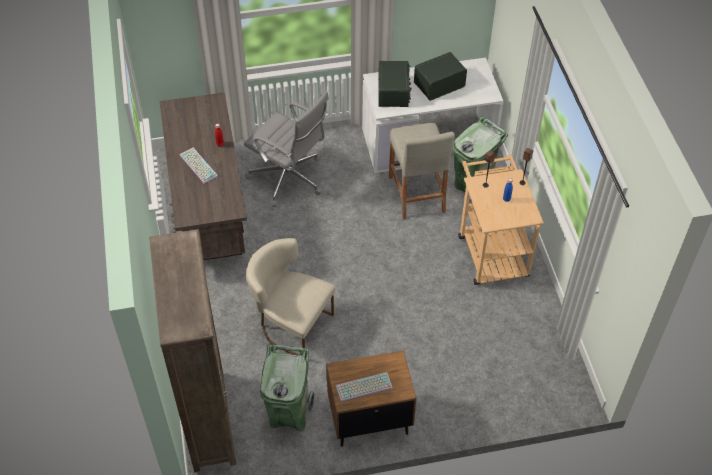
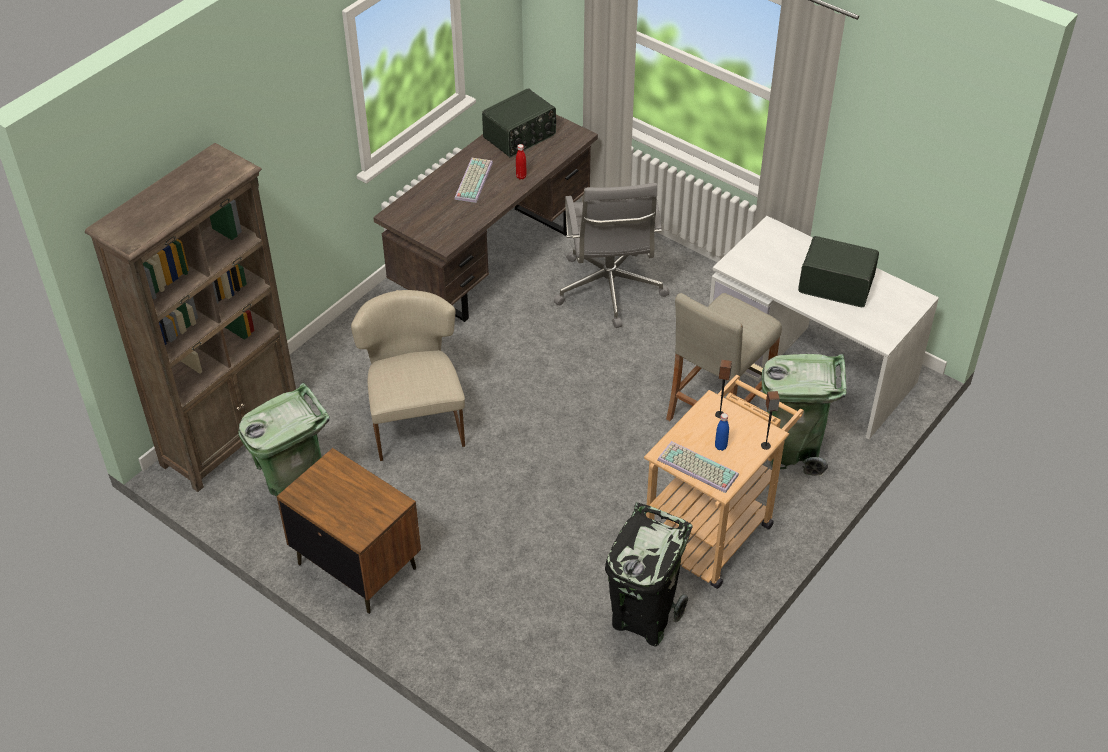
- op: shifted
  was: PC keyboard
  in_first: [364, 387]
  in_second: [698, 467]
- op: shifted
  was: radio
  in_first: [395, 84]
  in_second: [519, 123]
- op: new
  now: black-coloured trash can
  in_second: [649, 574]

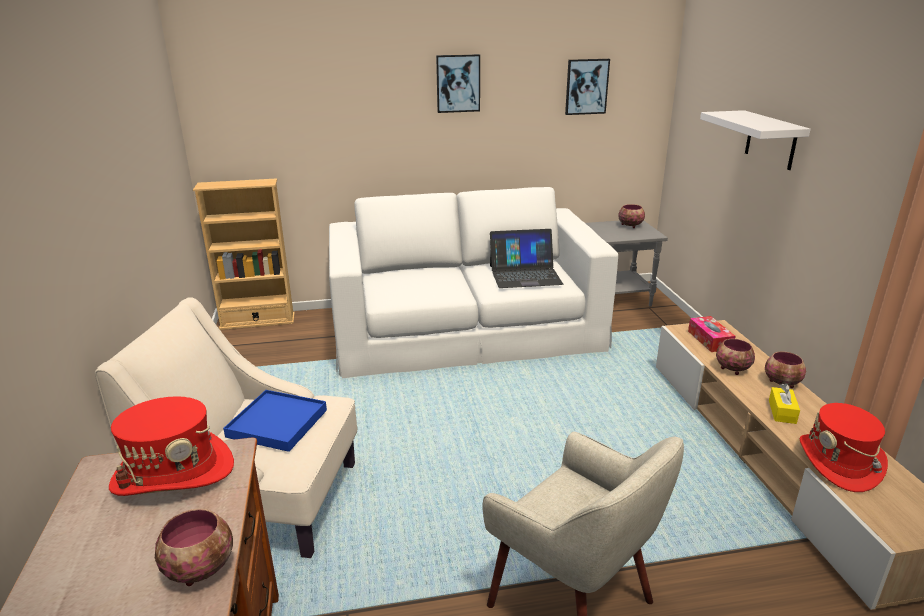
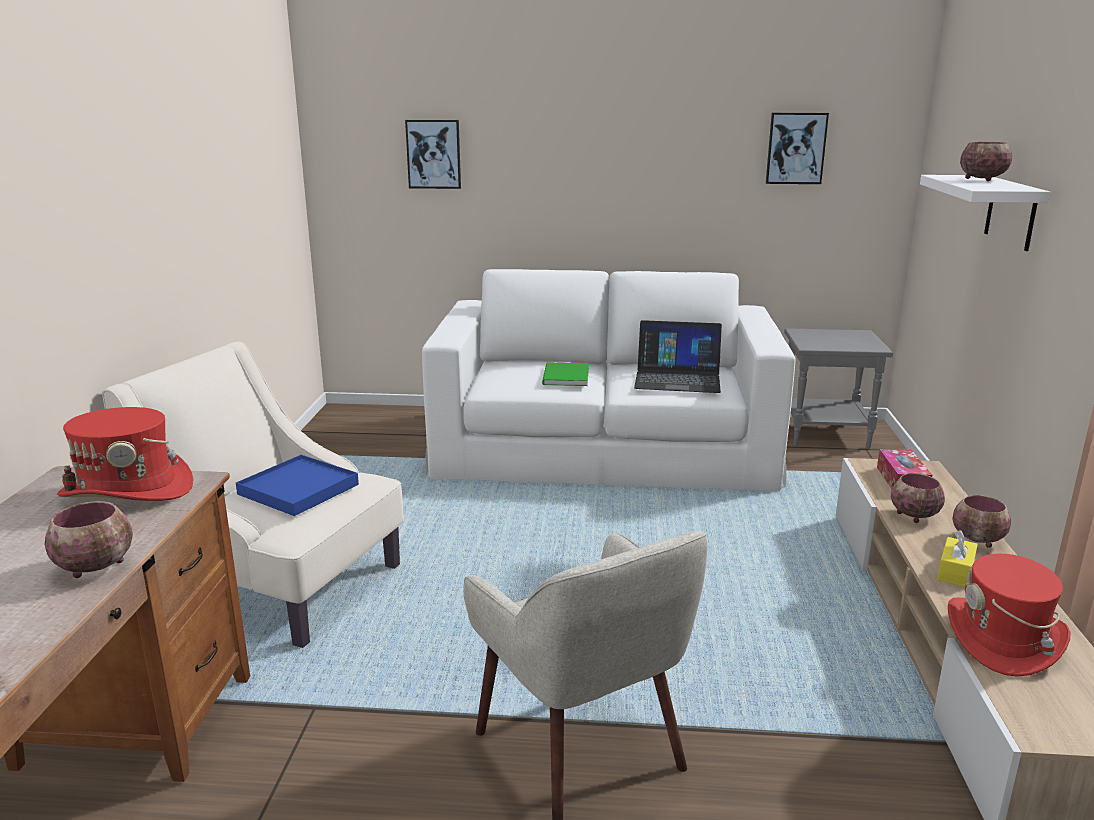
- op: gone
  was: beige bookshelf
  in_first: [244, 254]
- op: shifted
  was: wall picture
  in_first: [458, 83]
  in_second: [433, 154]
- op: shifted
  was: serving bowl
  in_first: [631, 216]
  in_second: [986, 161]
- op: new
  now: green-coloured book
  in_second: [565, 374]

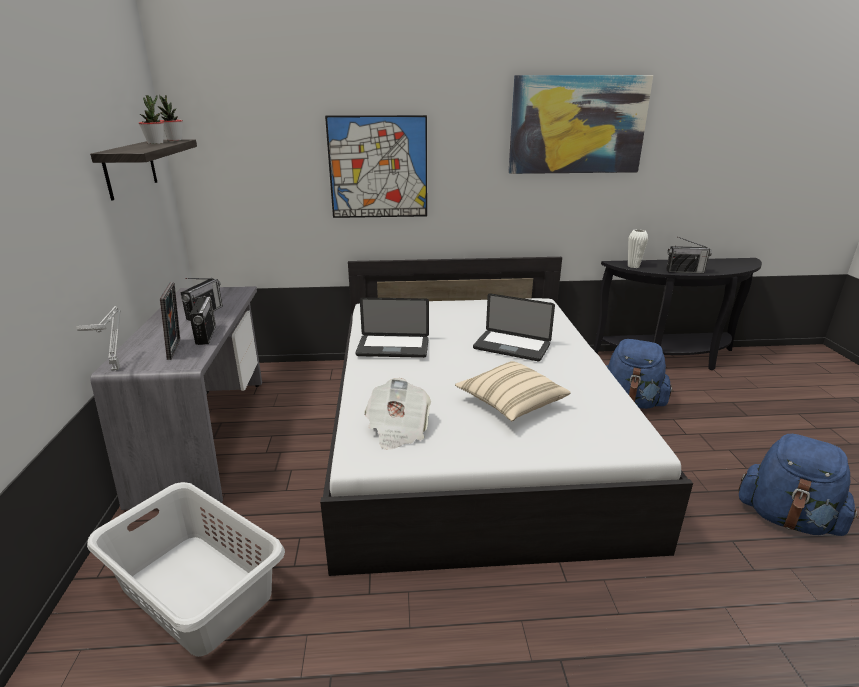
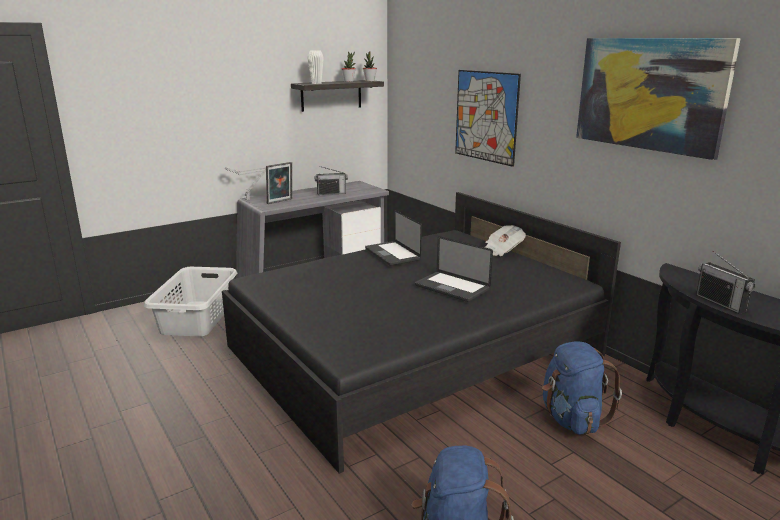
- op: gone
  was: radio
  in_first: [202, 320]
- op: repainted
  was: white-coloured bed
  now: black-coloured bed
  in_first: [506, 416]
  in_second: [421, 333]
- op: shifted
  was: printed paper
  in_first: [397, 414]
  in_second: [505, 240]
- op: gone
  was: beige cushion
  in_first: [513, 391]
- op: rotated
  was: laptop
  in_first: [514, 327]
  in_second: [454, 269]
  clockwise: -45
- op: shifted
  was: white-coloured vase
  in_first: [638, 248]
  in_second: [316, 67]

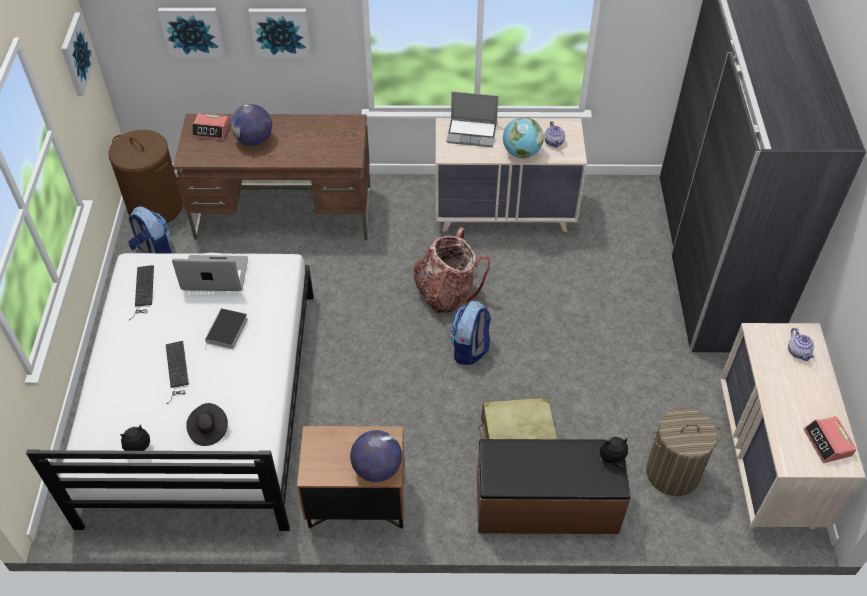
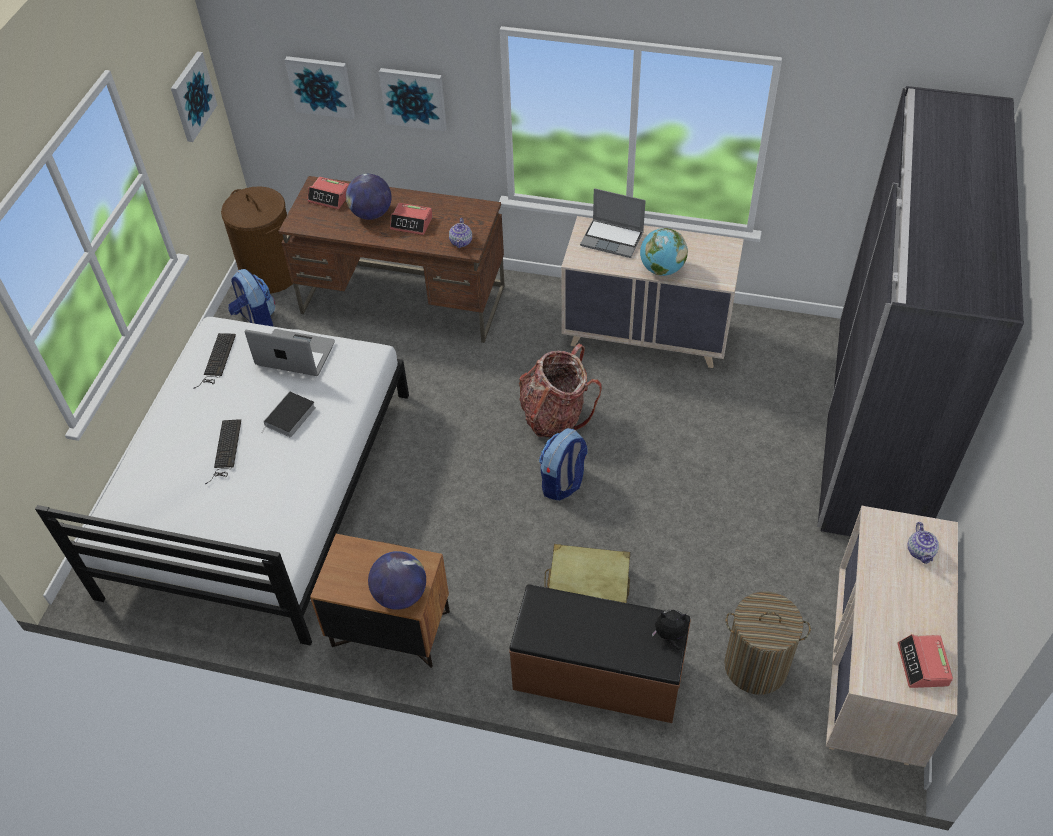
- op: gone
  was: plush toy
  in_first: [135, 437]
- op: gone
  was: black-coloured wearable hat
  in_first: [207, 424]
- op: shifted
  was: tea pot
  in_first: [554, 134]
  in_second: [460, 233]
- op: new
  now: table clock
  in_second: [411, 219]

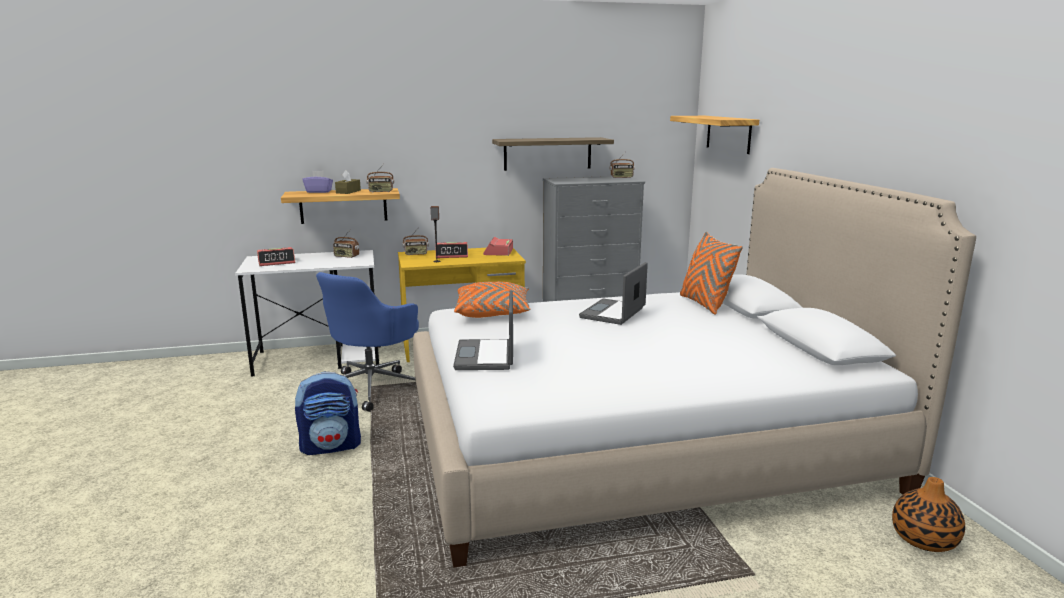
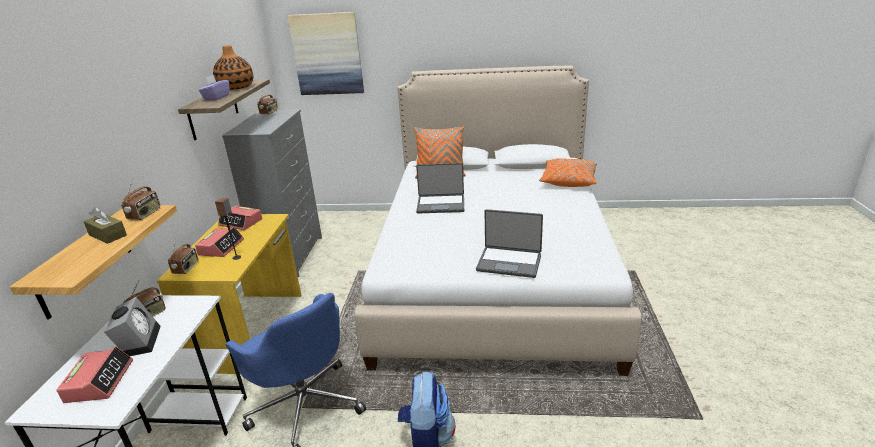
- op: shifted
  was: purple-coloured tissue holder
  in_first: [318, 182]
  in_second: [214, 88]
- op: shifted
  was: orange-coloured cushion
  in_first: [492, 300]
  in_second: [568, 172]
- op: rotated
  was: laptop
  in_first: [613, 293]
  in_second: [440, 188]
  clockwise: -45
- op: swapped
  was: wall shelf
  now: wall picture
  in_first: [714, 135]
  in_second: [326, 53]
- op: shifted
  was: vase
  in_first: [928, 514]
  in_second: [233, 67]
- op: new
  now: table clock
  in_second: [132, 326]

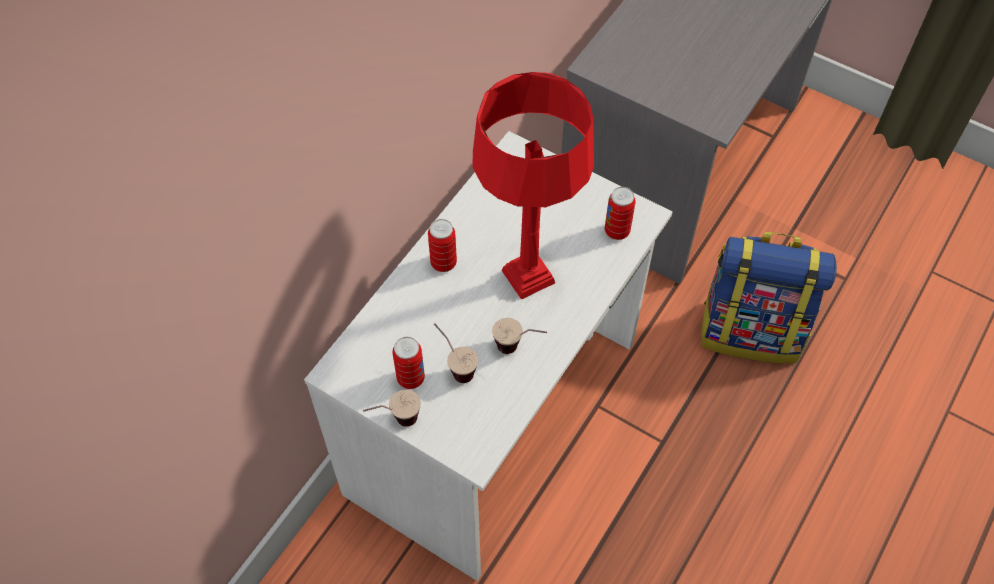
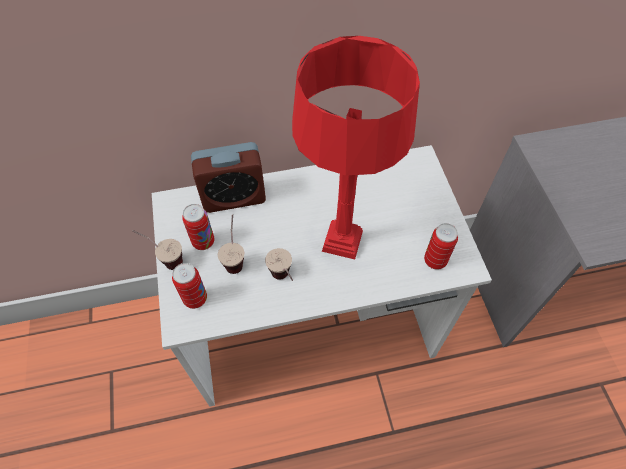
- op: shifted
  was: can
  in_first: [442, 245]
  in_second: [189, 286]
- op: gone
  was: rucksack
  in_first: [769, 298]
- op: new
  now: table clock
  in_second: [228, 177]

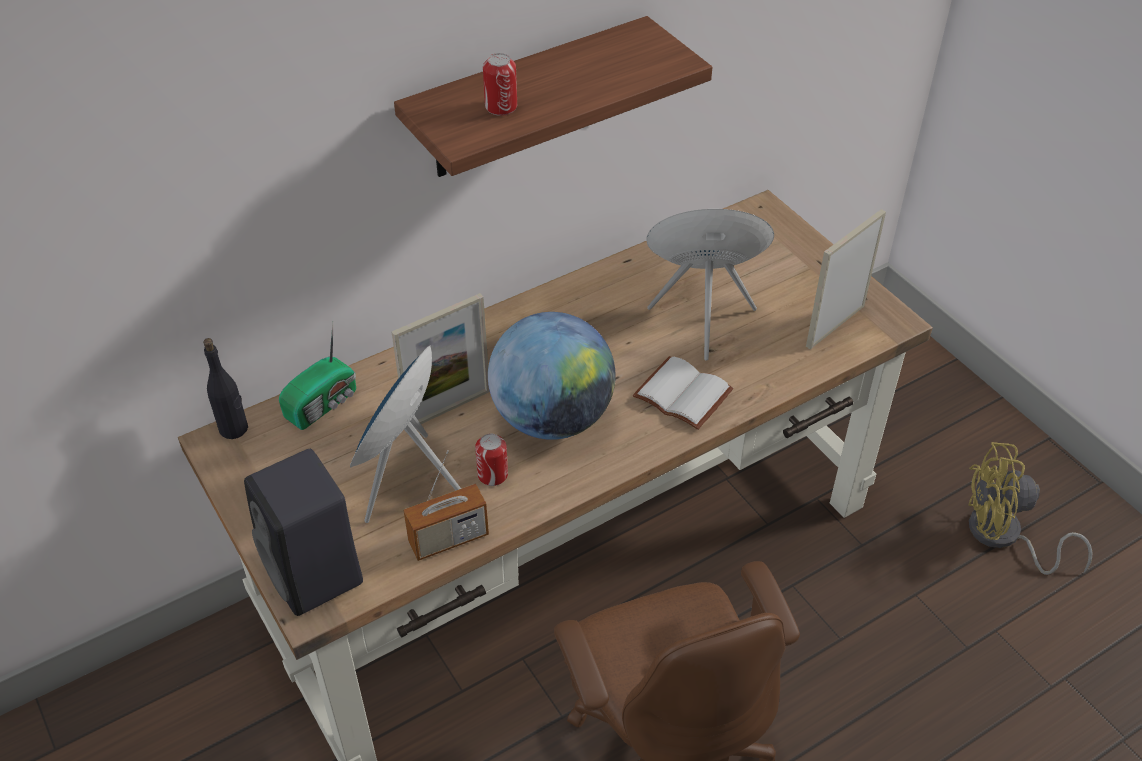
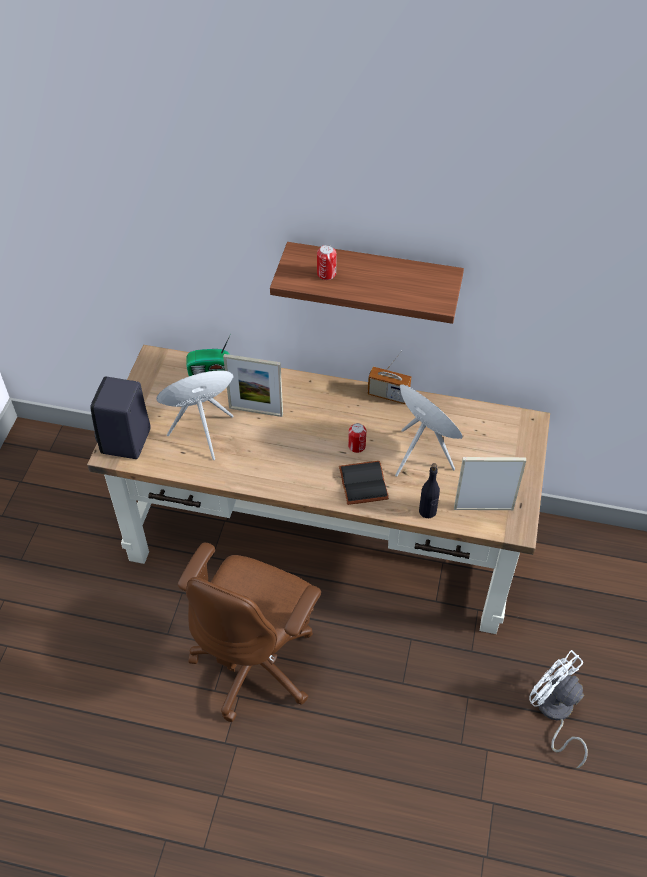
- op: shifted
  was: black-coloured bottle
  in_first: [225, 388]
  in_second: [429, 490]
- op: shifted
  was: radio
  in_first: [446, 505]
  in_second: [389, 377]
- op: shifted
  was: can
  in_first: [491, 459]
  in_second: [357, 438]
- op: gone
  was: globe
  in_first: [552, 376]
- op: repainted
  was: white-coloured book
  now: black-coloured book
  in_first: [683, 393]
  in_second: [364, 483]
- op: repainted
  was: yellowish electric fan
  now: white-coloured electric fan
  in_first: [1030, 508]
  in_second: [559, 709]

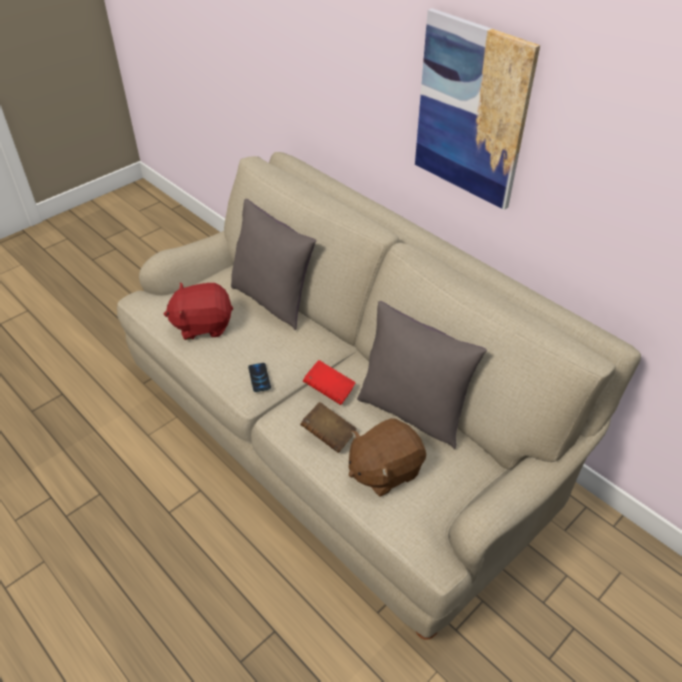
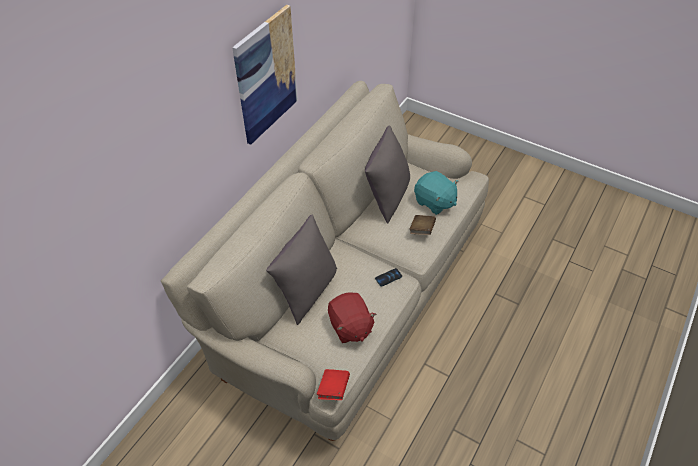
- op: shifted
  was: reddish book
  in_first: [329, 382]
  in_second: [333, 384]
- op: repainted
  was: brown plush toy
  now: turquoise plush toy
  in_first: [387, 457]
  in_second: [436, 193]

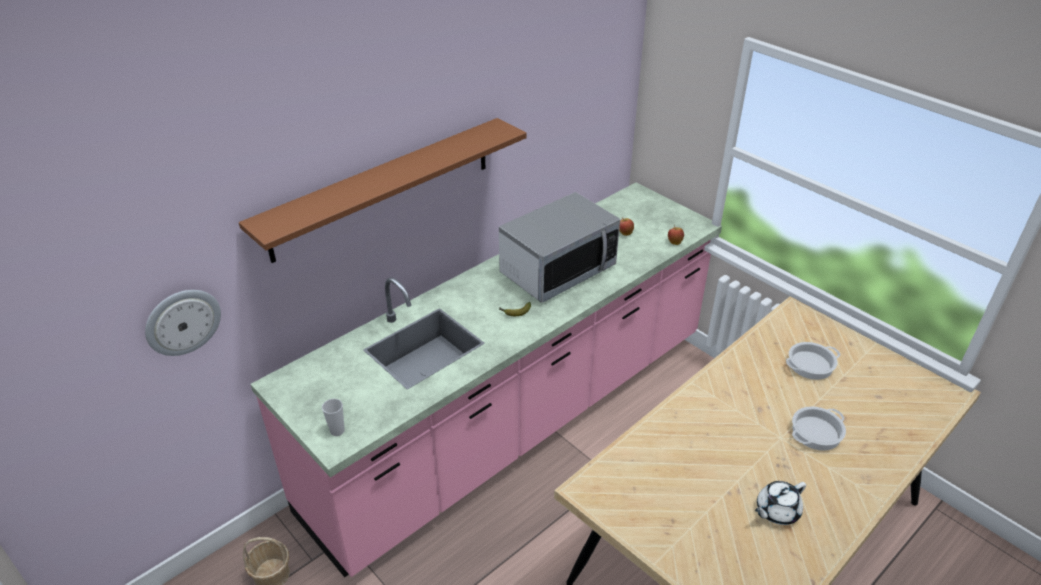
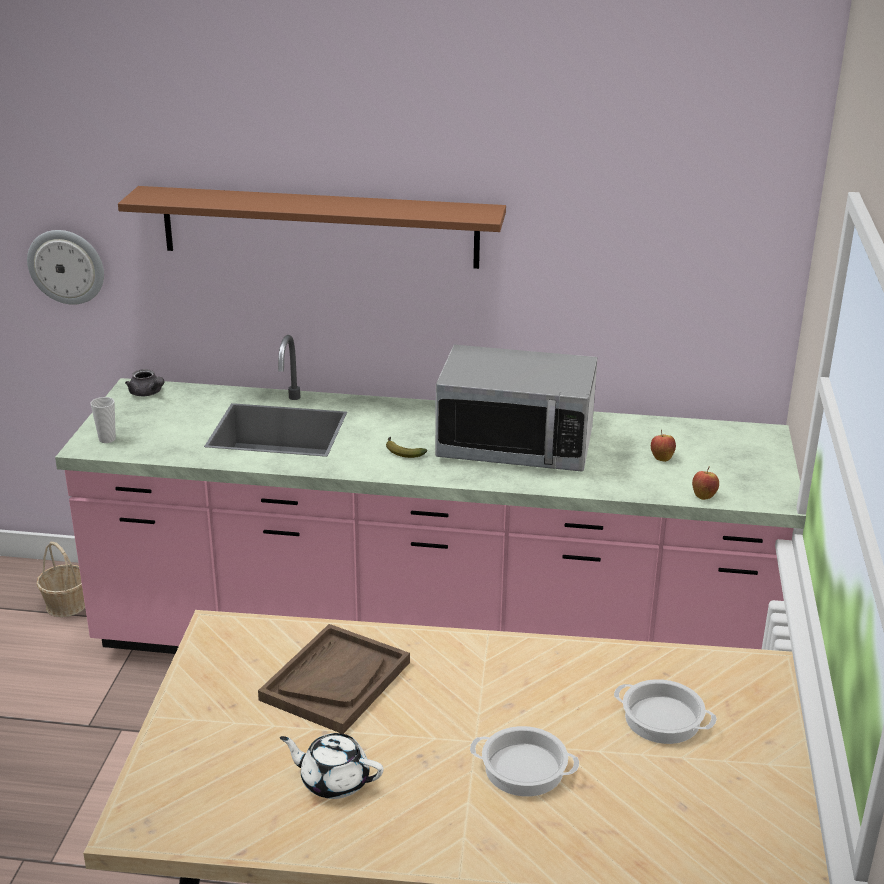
- op: new
  now: grey tea pot
  in_second: [145, 382]
- op: new
  now: brown carrying tray
  in_second: [334, 679]

